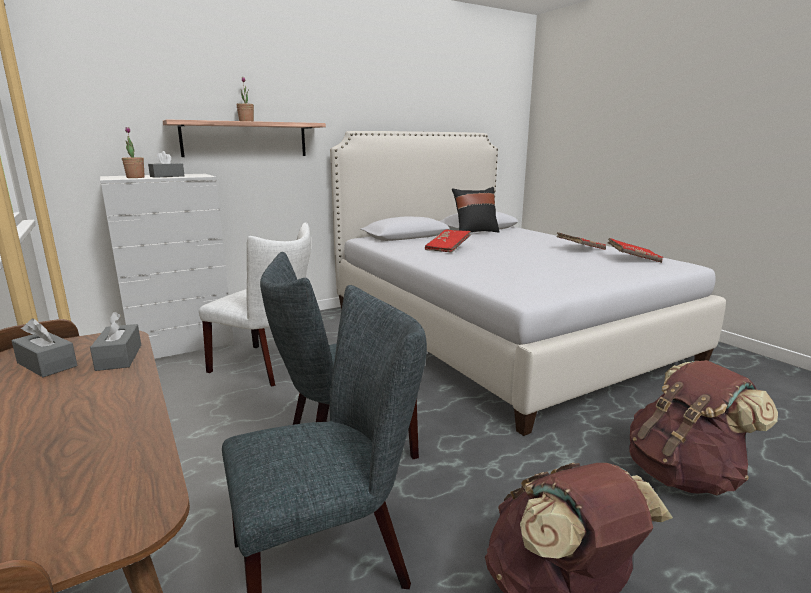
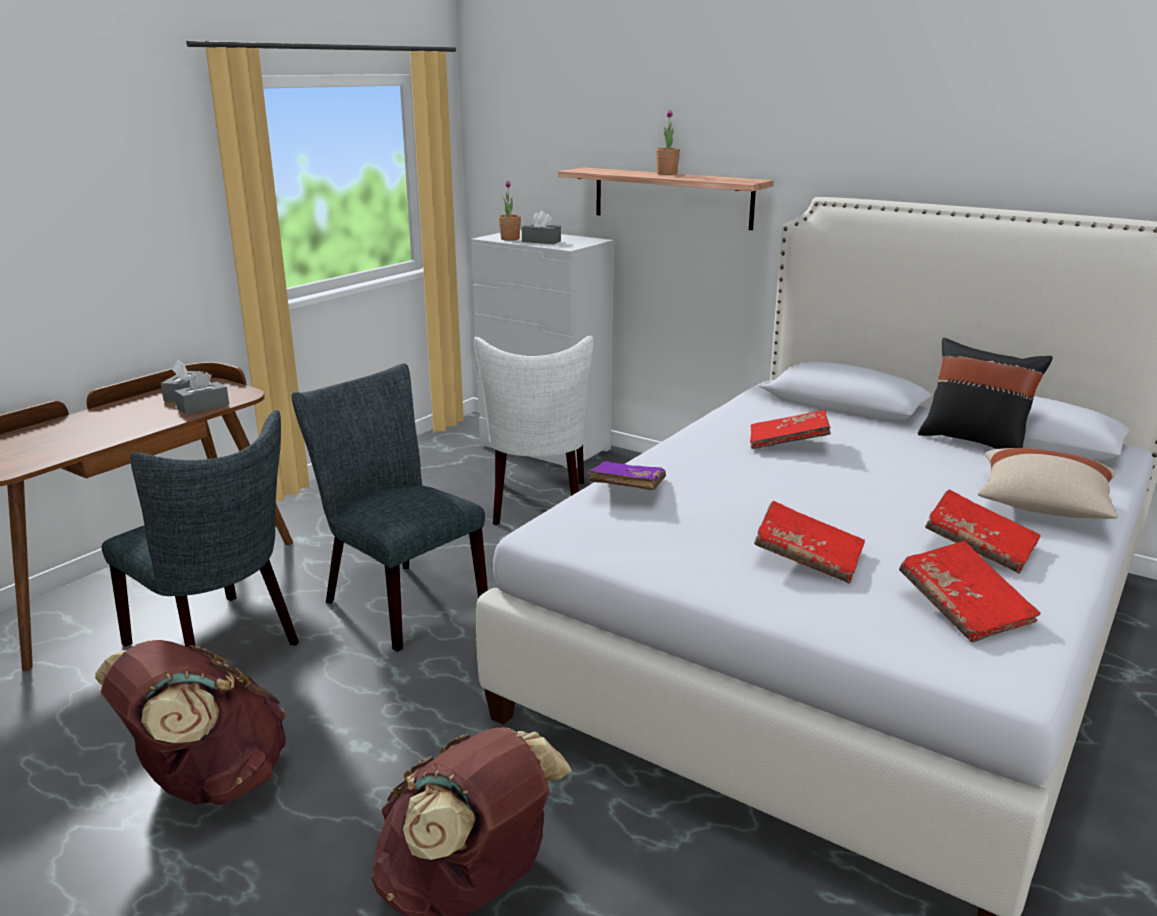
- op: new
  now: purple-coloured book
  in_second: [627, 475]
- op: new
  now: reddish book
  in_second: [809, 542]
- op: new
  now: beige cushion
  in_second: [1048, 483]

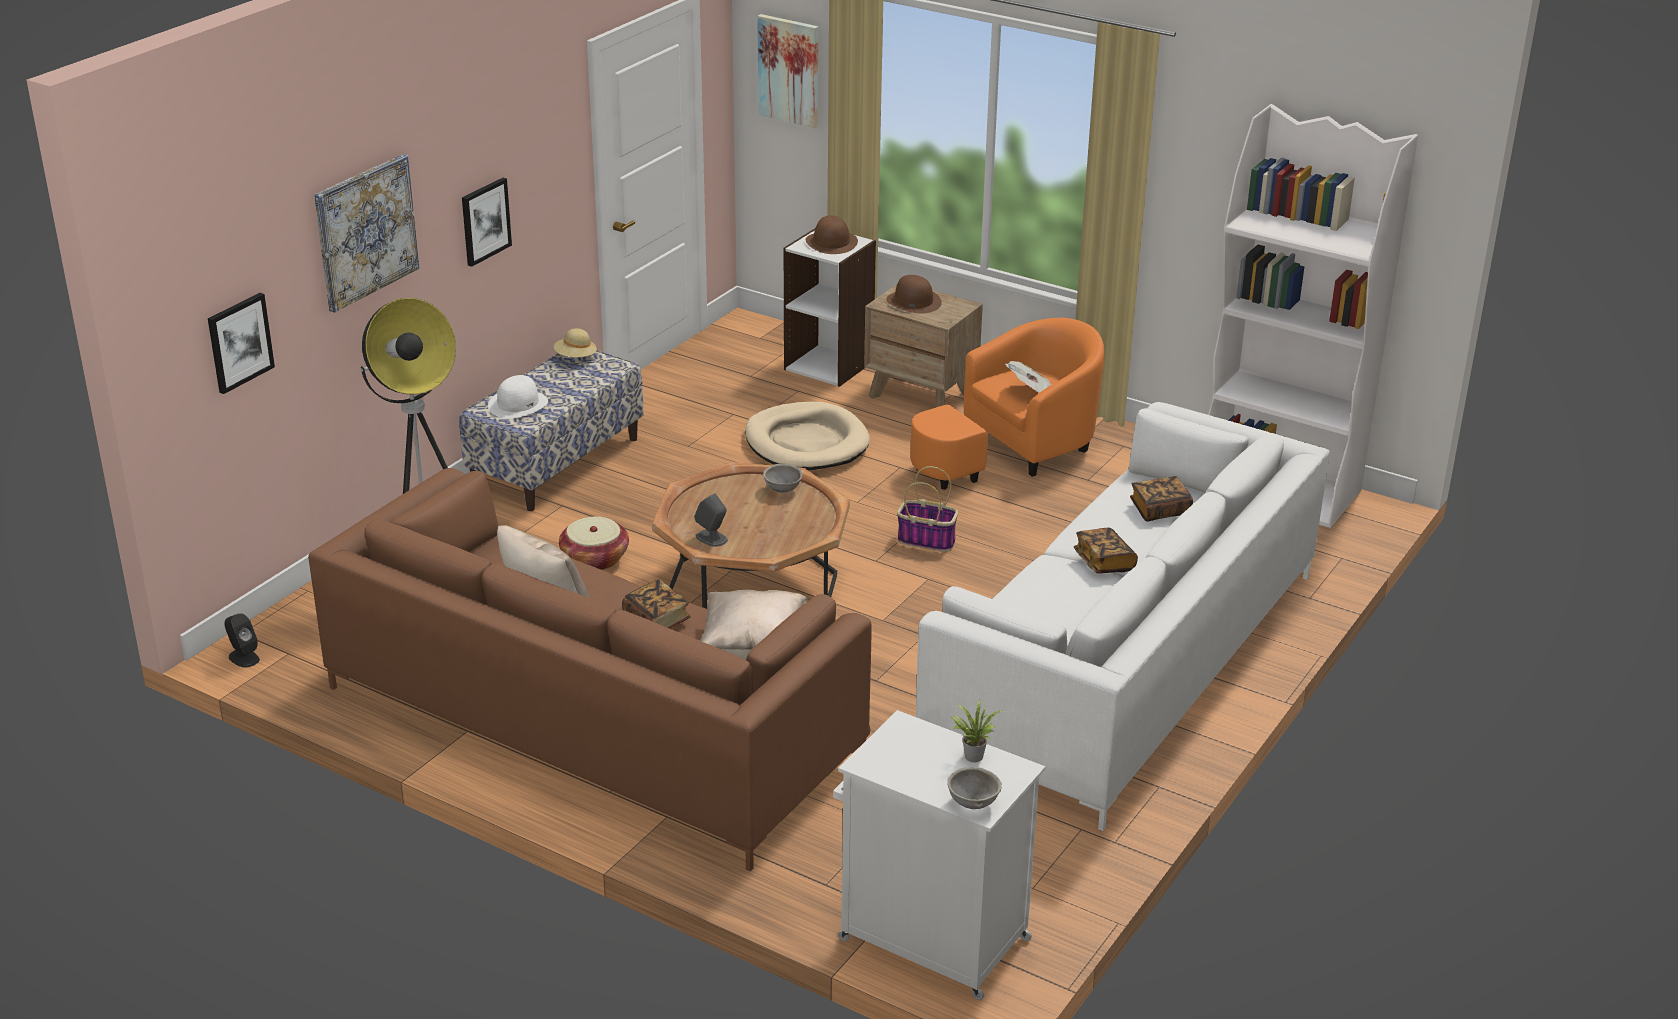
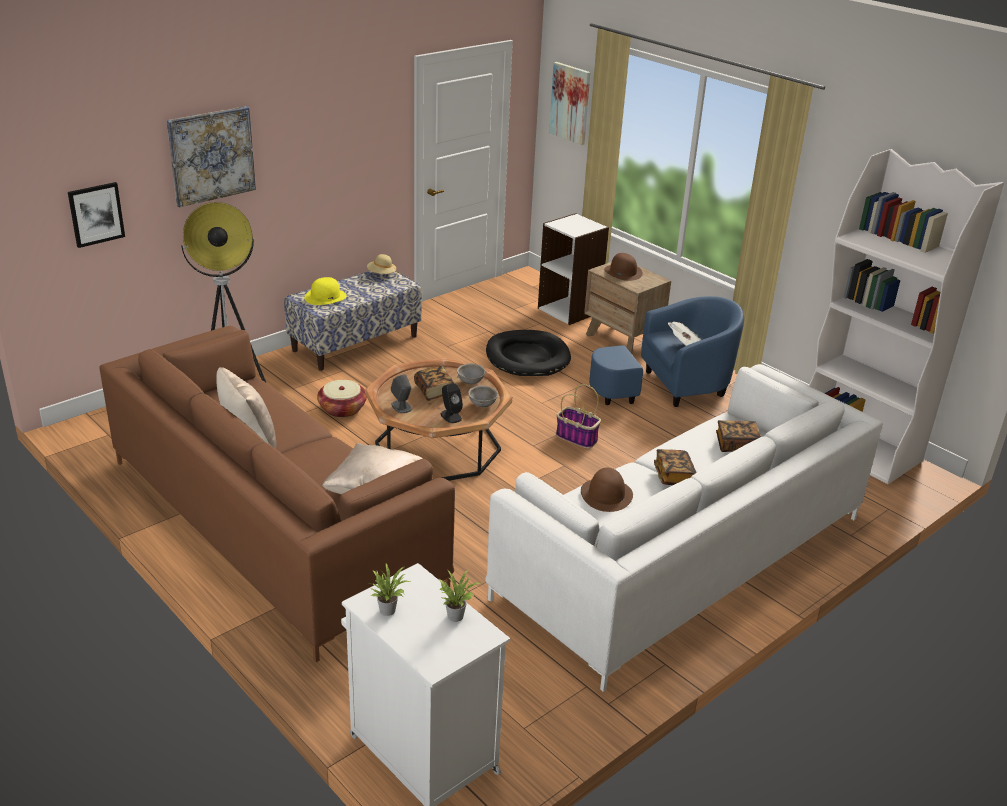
- op: shifted
  was: black-coloured loudspeaker
  in_first: [242, 640]
  in_second: [452, 403]
- op: gone
  was: wall picture
  in_first: [487, 222]
- op: repainted
  was: white-coloured wearable hat
  now: yellowish wearable hat
  in_first: [518, 396]
  in_second: [325, 291]
- op: shifted
  was: book
  in_first: [656, 604]
  in_second: [434, 383]
- op: repainted
  was: beige dog bed
  now: black-coloured dog bed
  in_first: [807, 436]
  in_second: [528, 353]
- op: shifted
  was: brown wearable hat
  in_first: [832, 234]
  in_second: [607, 490]
- op: repainted
  was: orange-coloured easy chair
  now: bluish easy chair
  in_first: [1007, 404]
  in_second: [666, 351]
- op: shifted
  was: grey serving bowl
  in_first: [974, 788]
  in_second: [483, 396]
- op: new
  now: potted plant
  in_second: [389, 589]

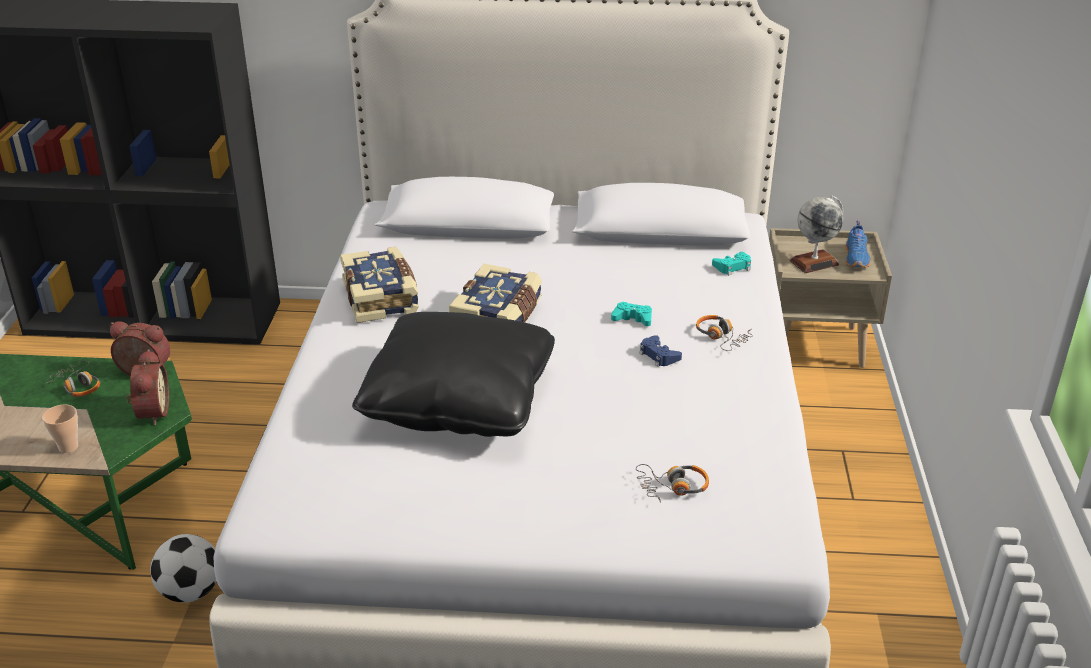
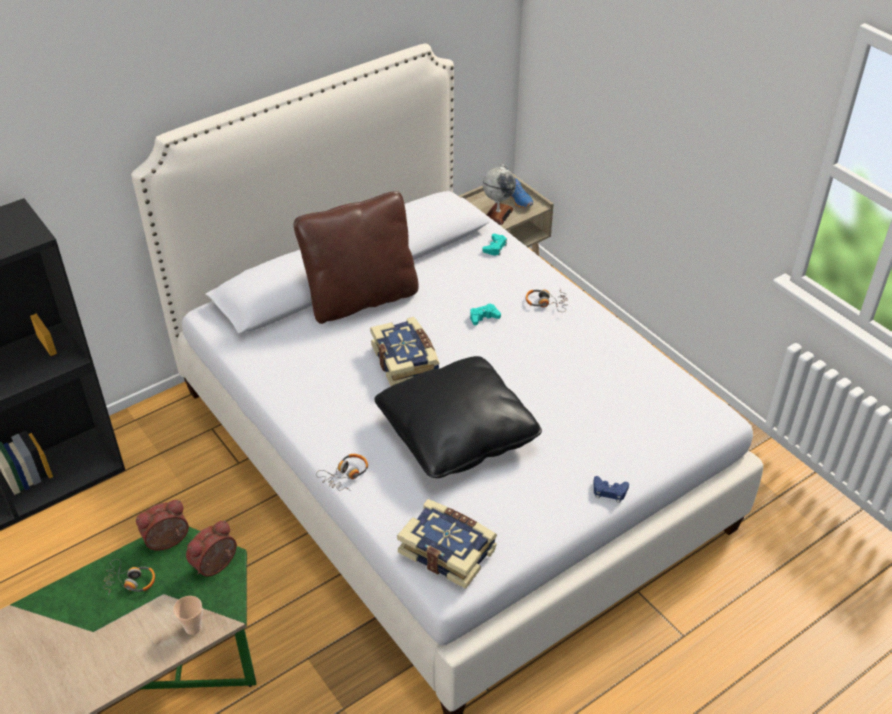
- op: rotated
  was: table clock
  in_first: [147, 387]
  in_second: [211, 548]
  clockwise: -90
- op: gone
  was: football ball
  in_first: [183, 568]
- op: shifted
  was: book
  in_first: [379, 285]
  in_second: [447, 544]
- op: shifted
  was: headset
  in_first: [672, 483]
  in_second: [342, 472]
- op: shifted
  was: bluish joypad
  in_first: [661, 351]
  in_second: [611, 489]
- op: new
  now: brown cushion
  in_second: [356, 257]

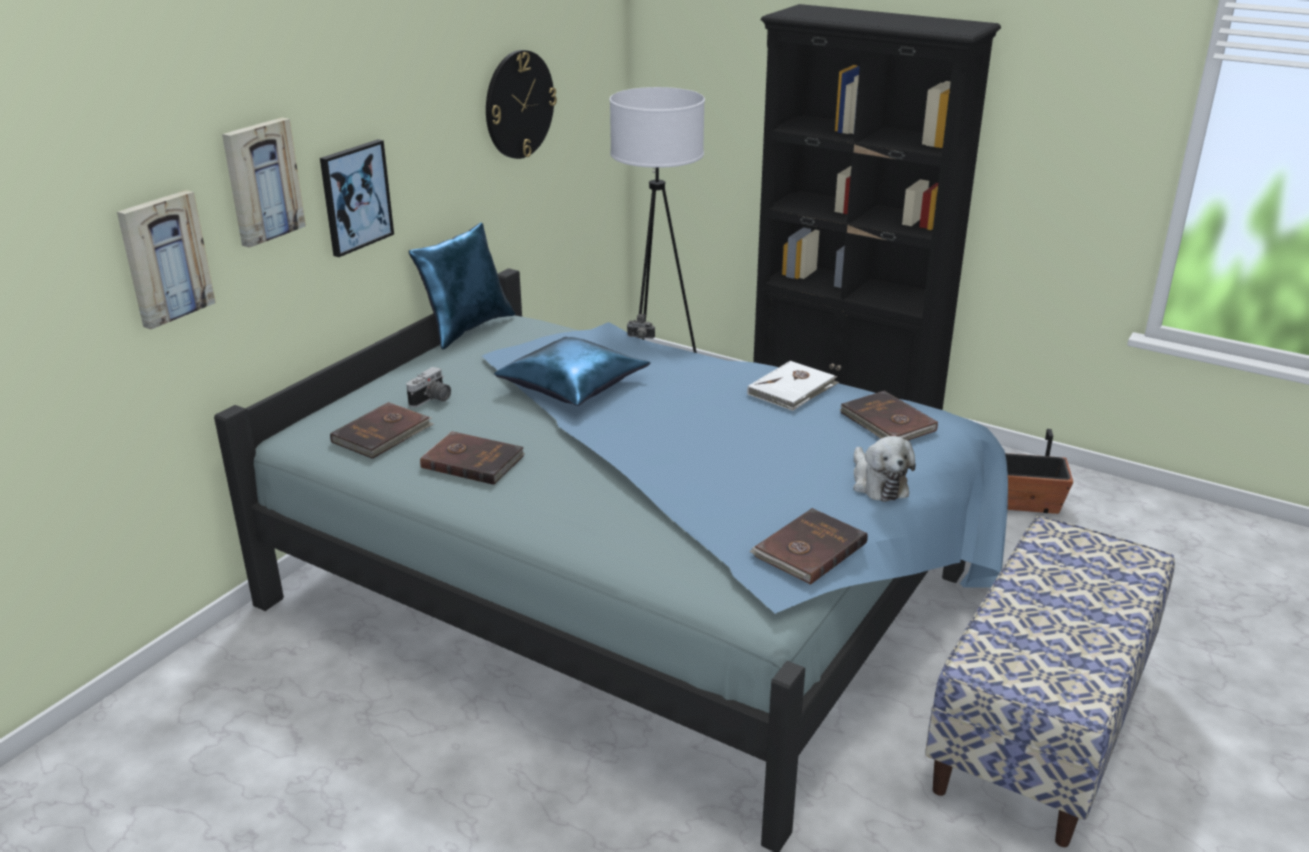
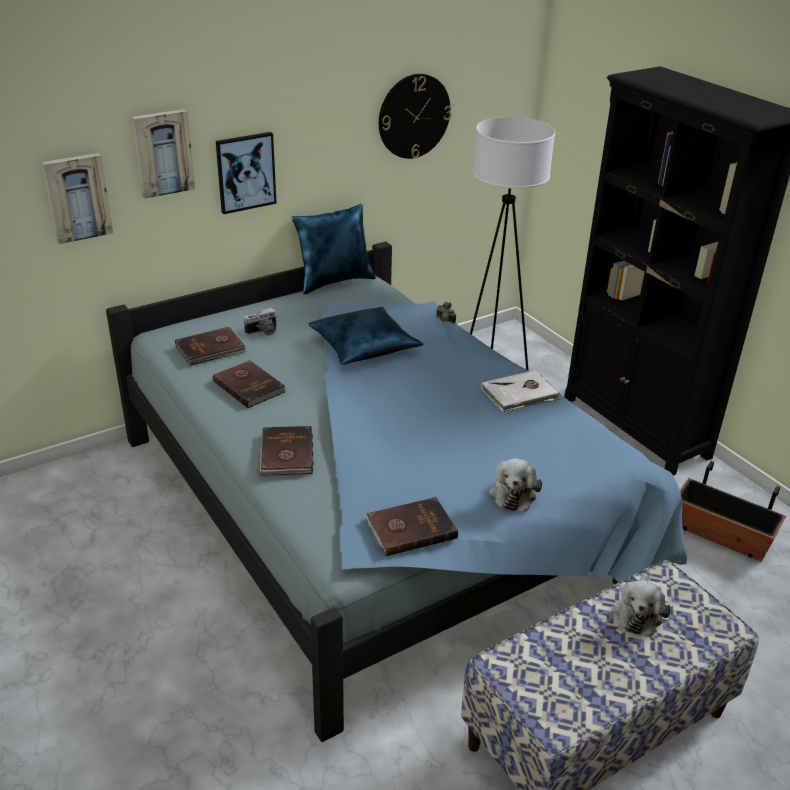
- op: shifted
  was: brown book
  in_first: [888, 415]
  in_second: [285, 451]
- op: new
  now: plush toy
  in_second: [641, 605]

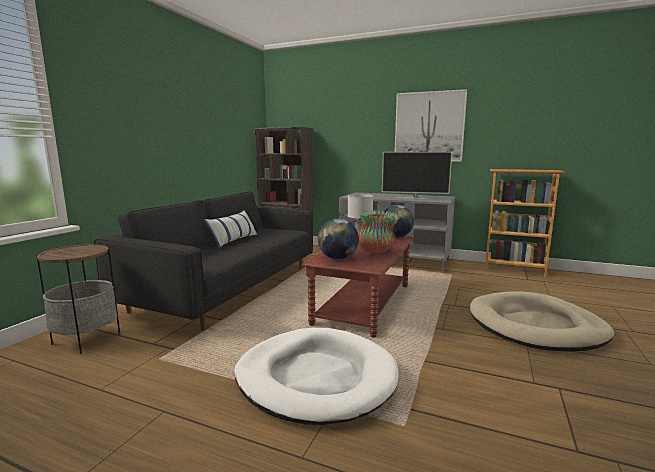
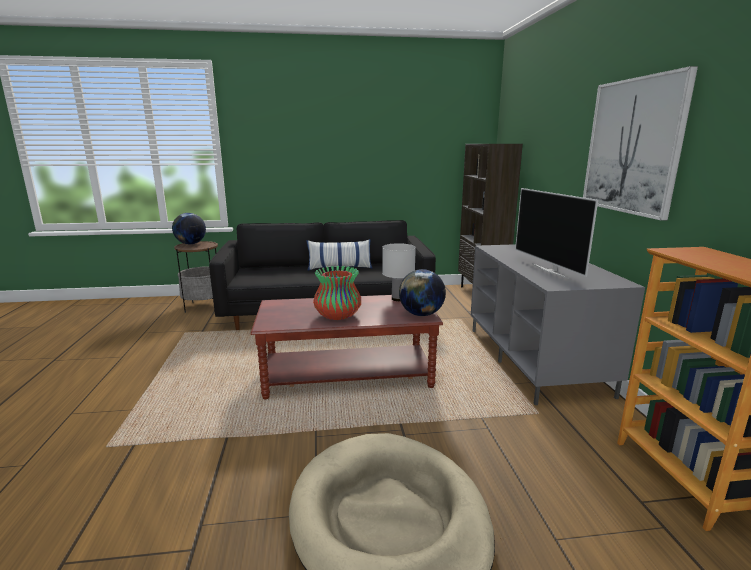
- op: gone
  was: white-coloured dog bed
  in_first: [316, 376]
- op: shifted
  was: globe
  in_first: [338, 238]
  in_second: [189, 228]

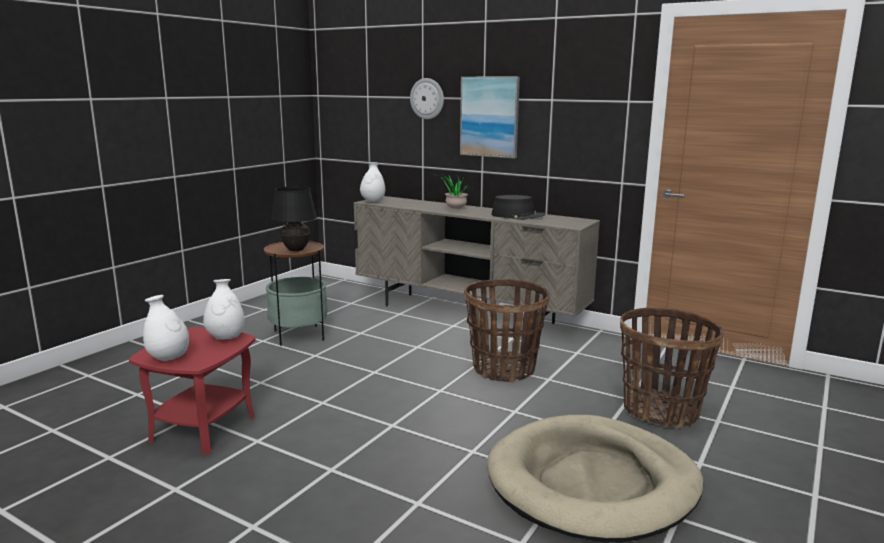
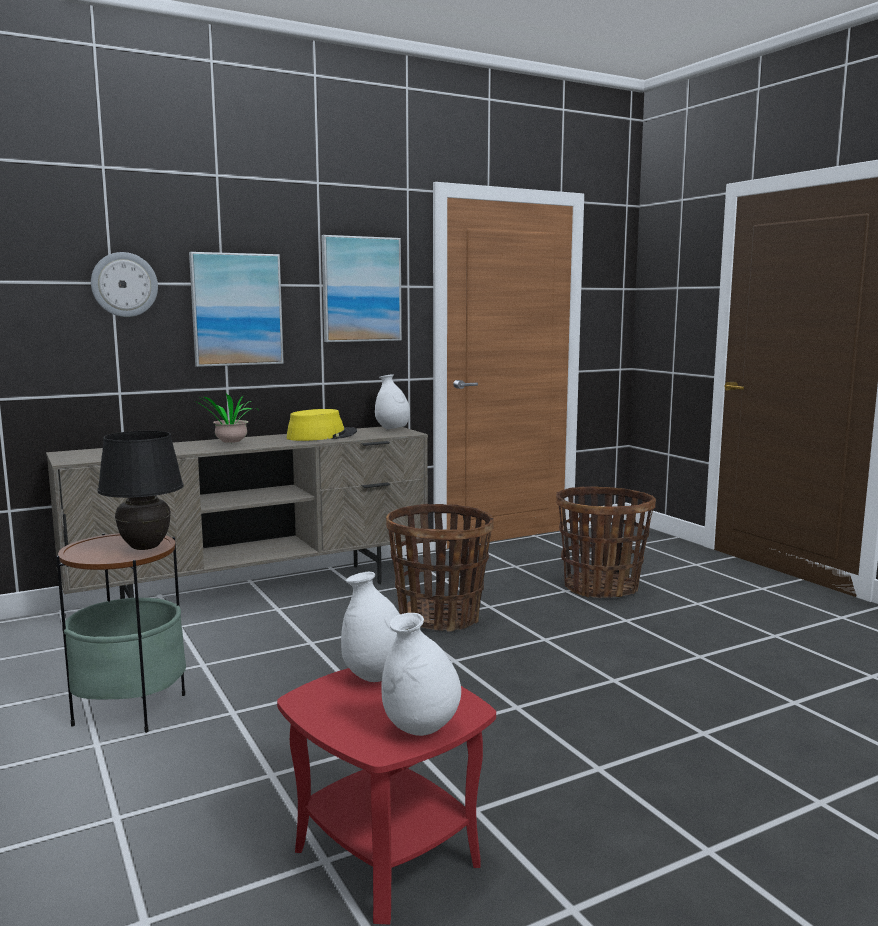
- op: shifted
  was: white-coloured vase
  in_first: [372, 182]
  in_second: [392, 402]
- op: gone
  was: beige dog bed
  in_first: [595, 478]
- op: repainted
  was: black-coloured wearable hat
  now: yellowish wearable hat
  in_first: [518, 207]
  in_second: [322, 425]
- op: new
  now: wall picture
  in_second: [361, 288]

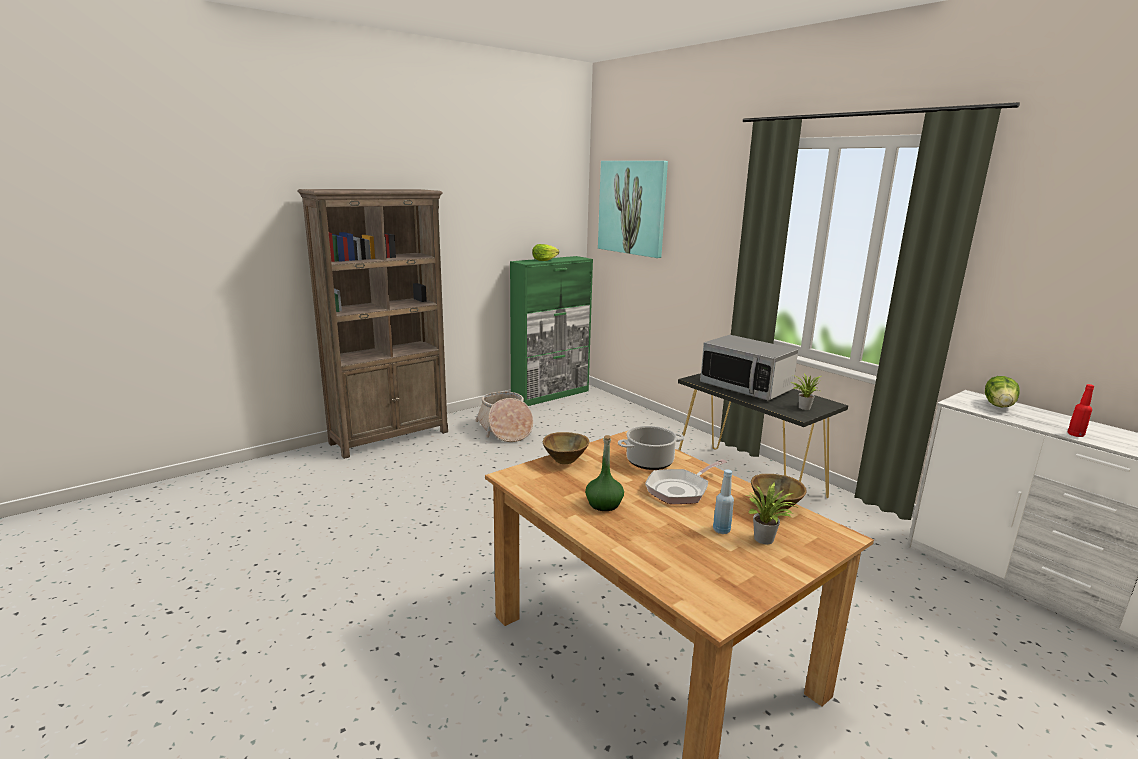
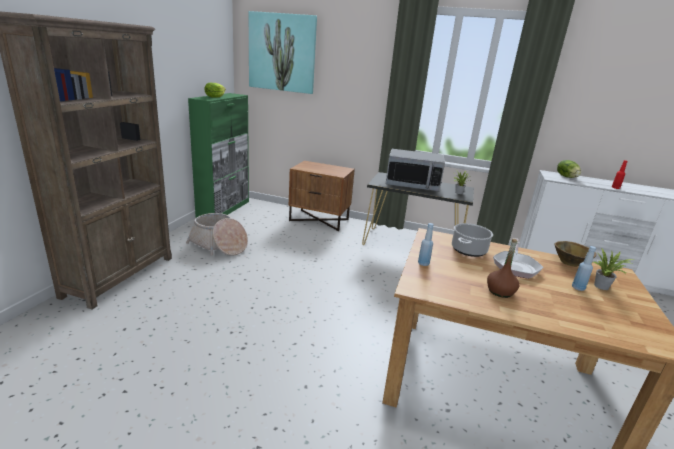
- op: swapped
  was: brown serving bowl
  now: bluish bottle
  in_first: [566, 448]
  in_second: [426, 244]
- op: repainted
  was: green-coloured bottle
  now: brown bottle
  in_first: [604, 473]
  in_second: [503, 268]
- op: new
  now: brown nightstand
  in_second: [322, 196]

